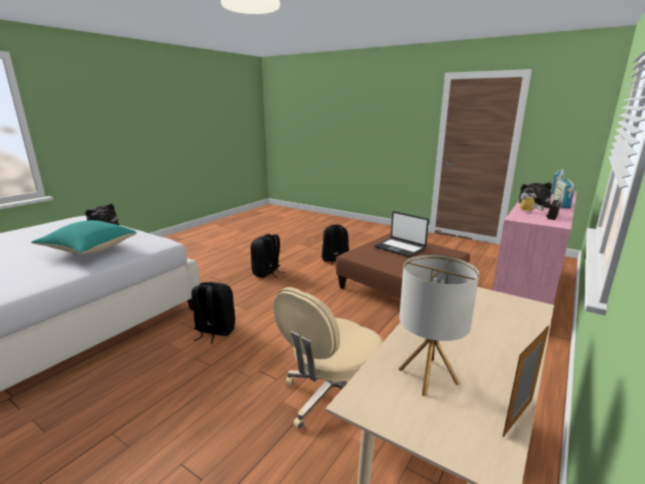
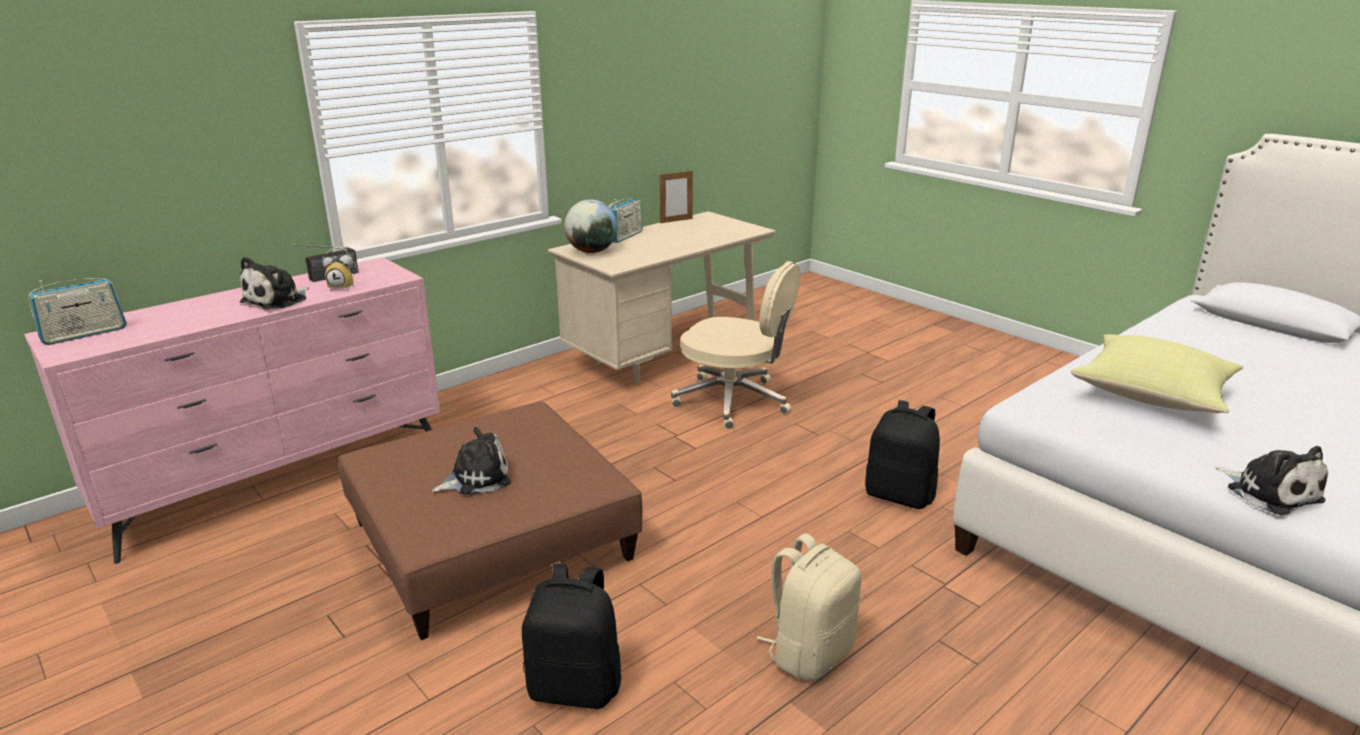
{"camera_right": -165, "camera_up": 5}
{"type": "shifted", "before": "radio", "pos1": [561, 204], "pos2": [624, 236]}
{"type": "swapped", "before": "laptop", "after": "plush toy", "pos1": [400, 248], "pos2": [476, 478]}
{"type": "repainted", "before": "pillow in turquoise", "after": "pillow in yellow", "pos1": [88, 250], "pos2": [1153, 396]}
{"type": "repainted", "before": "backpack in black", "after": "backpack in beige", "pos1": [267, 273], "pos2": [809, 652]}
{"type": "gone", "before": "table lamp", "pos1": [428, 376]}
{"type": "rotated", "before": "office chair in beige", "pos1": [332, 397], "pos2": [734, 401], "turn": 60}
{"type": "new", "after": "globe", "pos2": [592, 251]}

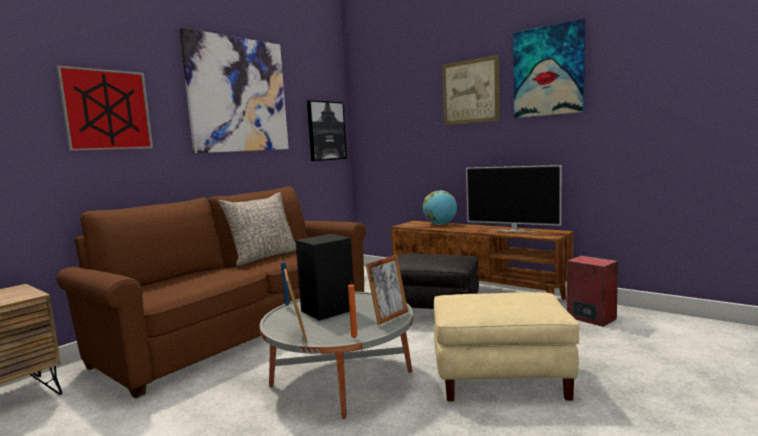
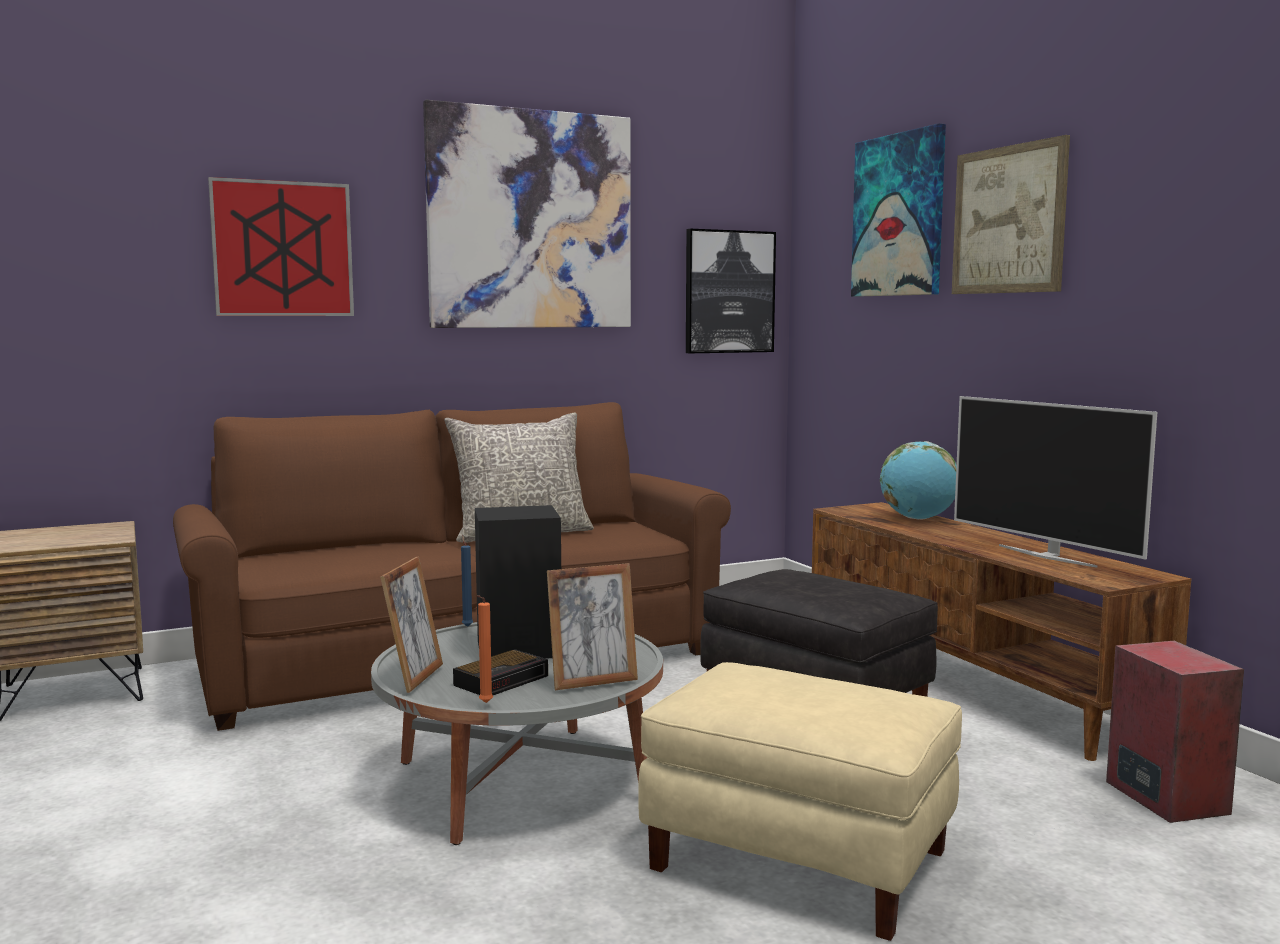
{"camera_right": 25, "camera_up": 0}
{"type": "shifted", "before": "picture", "pos1": [548, 71], "pos2": [899, 215]}
{"type": "new", "after": "alarm clock", "pos2": [503, 680]}

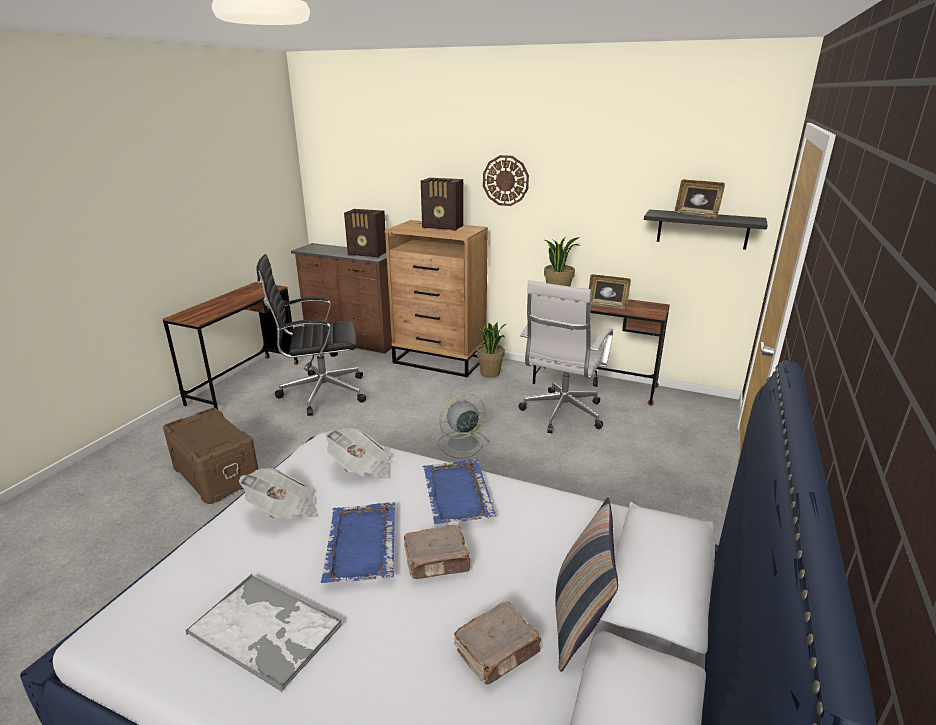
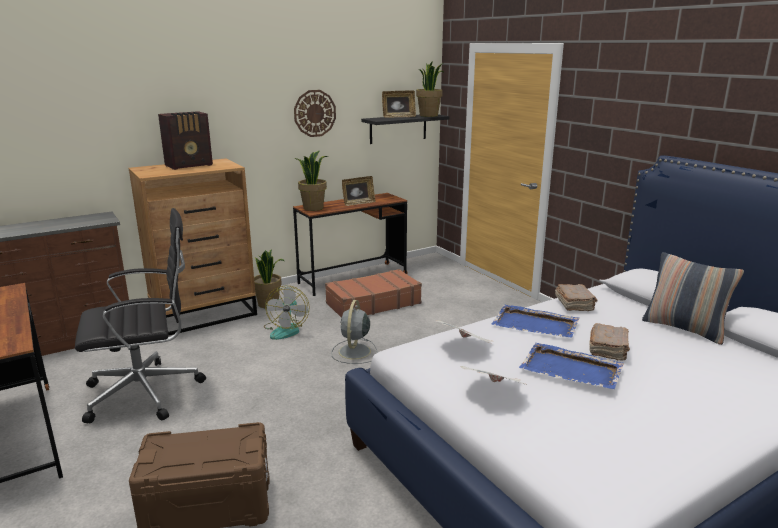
{"camera_right": -55, "camera_up": -5}
{"type": "shifted", "before": "wall clock", "pos1": [505, 180], "pos2": [314, 113]}
{"type": "gone", "before": "radio", "pos1": [367, 254]}
{"type": "rotated", "before": "office chair in black", "pos1": [320, 393], "pos2": [147, 392], "turn": -135}
{"type": "swapped", "before": "office chair in white", "after": "suitcase in brown", "pos1": [561, 415], "pos2": [373, 303]}
{"type": "gone", "before": "tray", "pos1": [266, 630]}
{"type": "shifted", "before": "book in brown", "pos1": [498, 651], "pos2": [574, 304]}
{"type": "new", "after": "potted plant", "pos2": [429, 115]}
{"type": "new", "after": "fan", "pos2": [286, 329]}

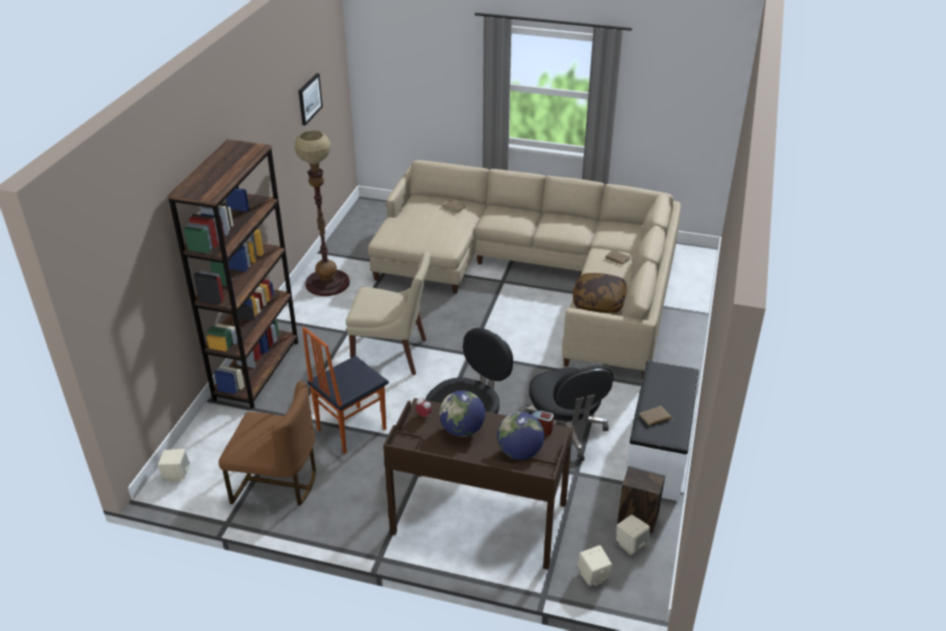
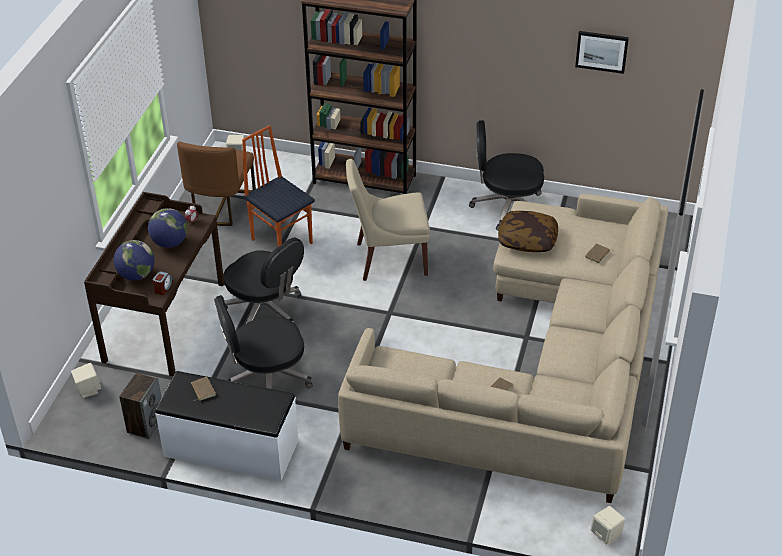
{"camera_right": 90, "camera_up": 5}
{"type": "swapped", "before": "floor lamp", "after": "office chair in black", "pos1": [327, 283], "pos2": [507, 207]}
{"type": "rotated", "before": "chair in beige", "pos1": [392, 354], "pos2": [388, 259], "turn": 75}
{"type": "shifted", "before": "pillow", "pos1": [599, 302], "pos2": [527, 240]}
{"type": "shifted", "before": "speaker in beige", "pos1": [631, 544], "pos2": [606, 535]}

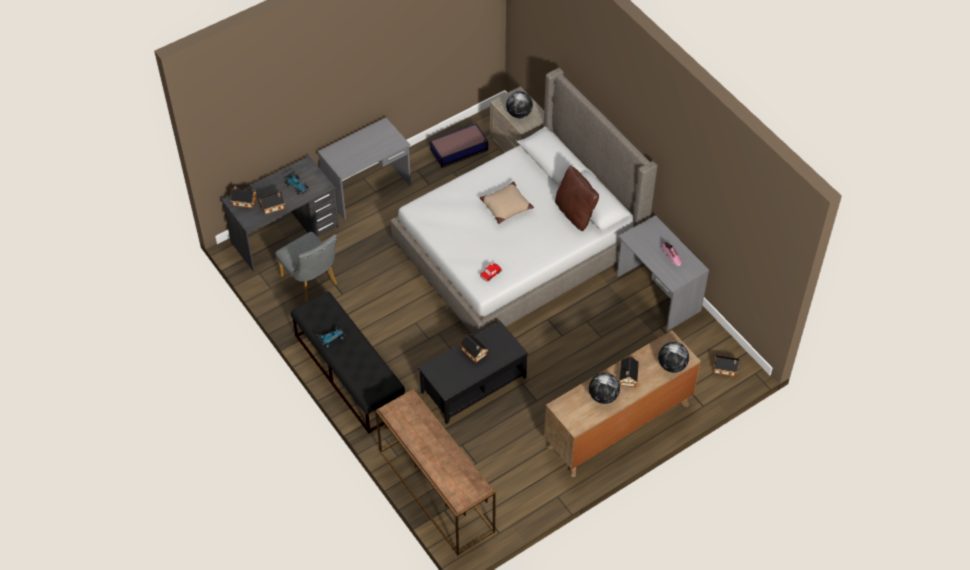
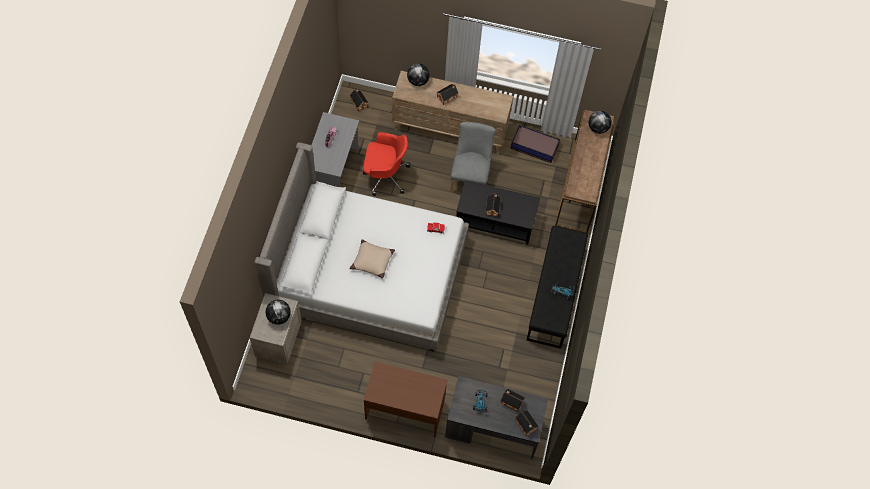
{"camera_right": -135, "camera_up": 10}
{"type": "repainted", "before": "desk in grey", "after": "desk in brown", "pos1": [368, 190], "pos2": [404, 409]}
{"type": "shifted", "before": "storage box", "pos1": [459, 150], "pos2": [534, 146]}
{"type": "gone", "before": "pillow in brown", "pos1": [575, 213]}
{"type": "shifted", "before": "chair in grey", "pos1": [312, 282], "pos2": [470, 176]}
{"type": "shifted", "before": "globe", "pos1": [603, 396], "pos2": [598, 128]}
{"type": "new", "after": "office chair in red", "pos2": [385, 175]}

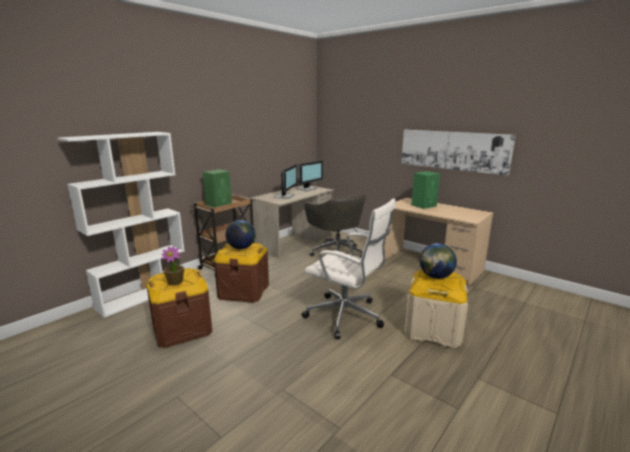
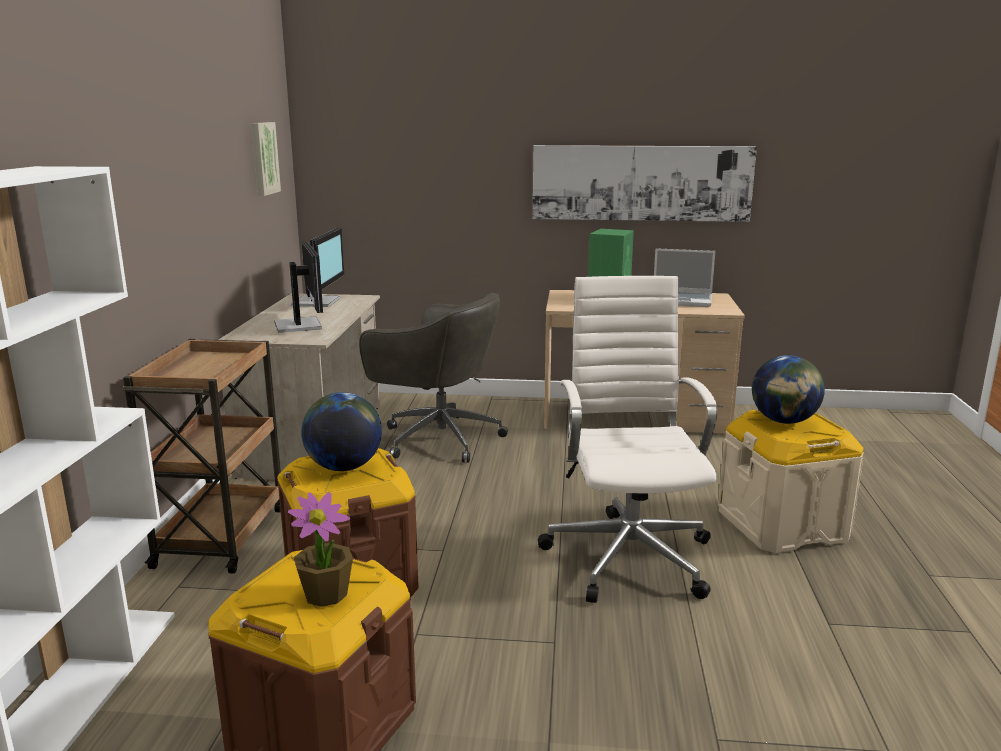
{"camera_right": -35, "camera_up": 0}
{"type": "gone", "before": "speaker in green", "pos1": [219, 205]}
{"type": "rotated", "before": "office chair in white", "pos1": [346, 316], "pos2": [629, 554], "turn": -90}
{"type": "new", "after": "picture", "pos2": [263, 158]}
{"type": "new", "after": "laptop", "pos2": [681, 300]}

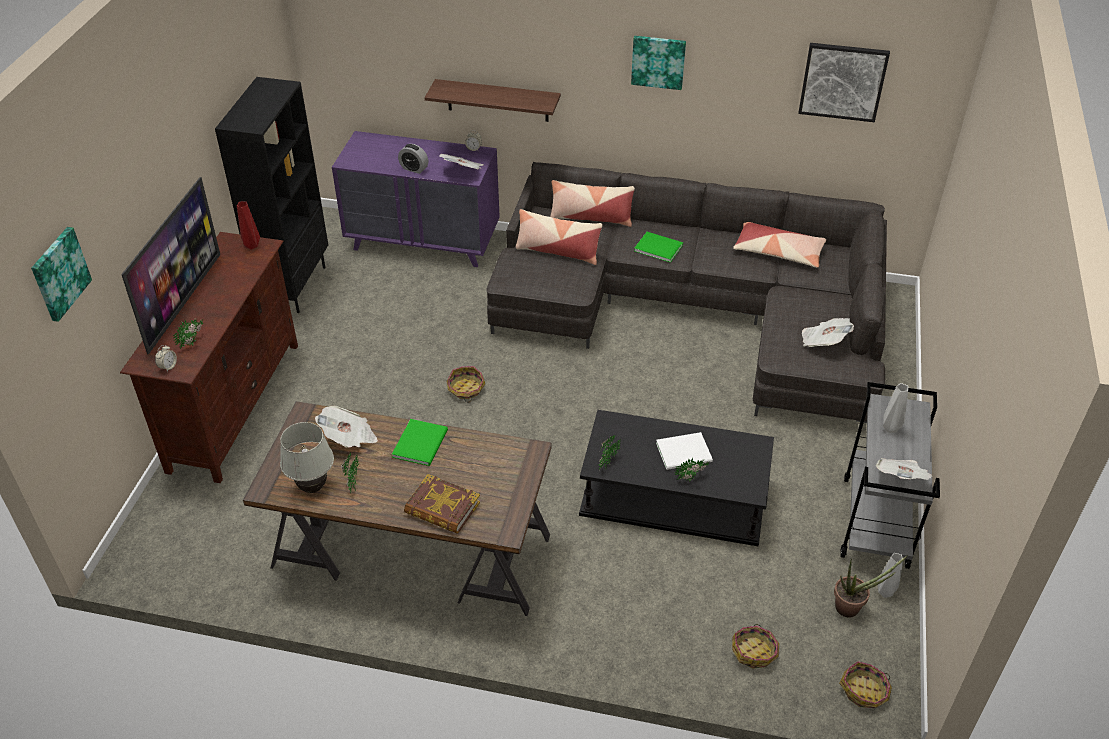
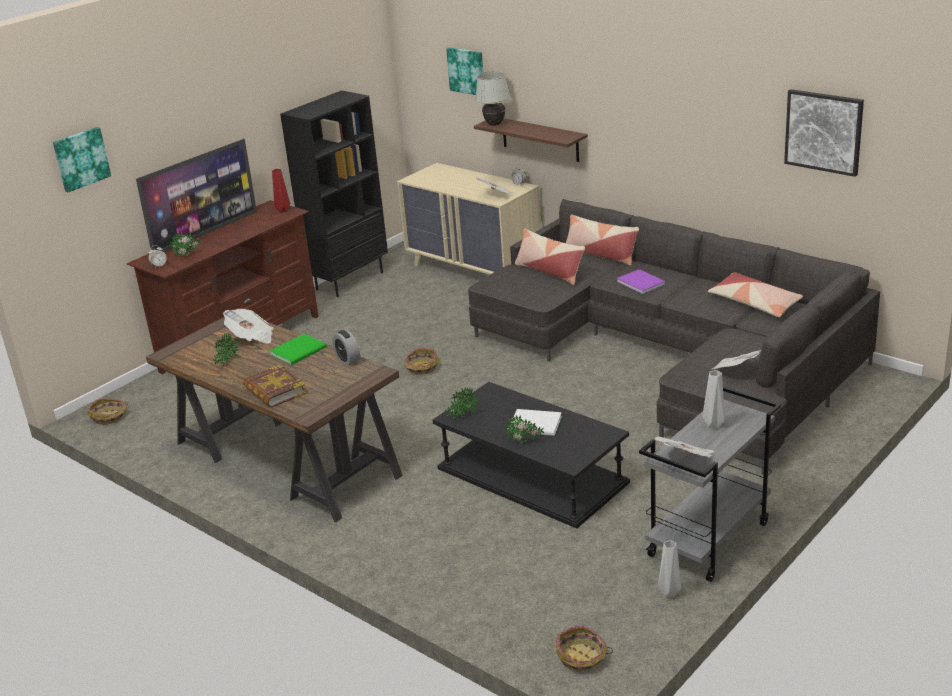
{"camera_right": 30, "camera_up": -15}
{"type": "shifted", "before": "picture", "pos1": [658, 61], "pos2": [467, 71]}
{"type": "repainted", "before": "dresser in purple", "after": "dresser in beige", "pos1": [424, 242], "pos2": [474, 269]}
{"type": "shifted", "before": "alarm clock", "pos1": [414, 168], "pos2": [347, 360]}
{"type": "repainted", "before": "book in green", "after": "book in purple", "pos1": [657, 247], "pos2": [641, 282]}
{"type": "shifted", "before": "table lamp in white", "pos1": [313, 487], "pos2": [494, 124]}
{"type": "gone", "before": "potted plant", "pos1": [852, 608]}
{"type": "shifted", "before": "basket", "pos1": [754, 651], "pos2": [109, 417]}

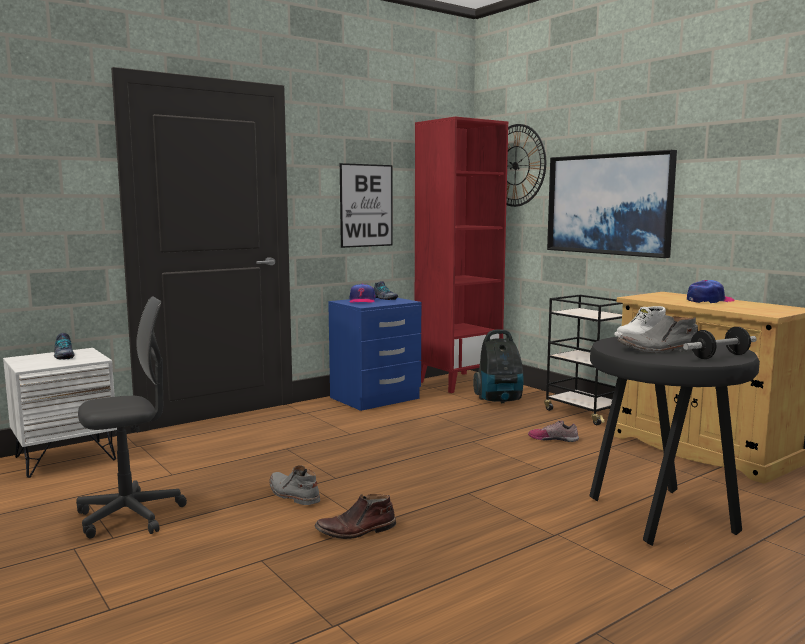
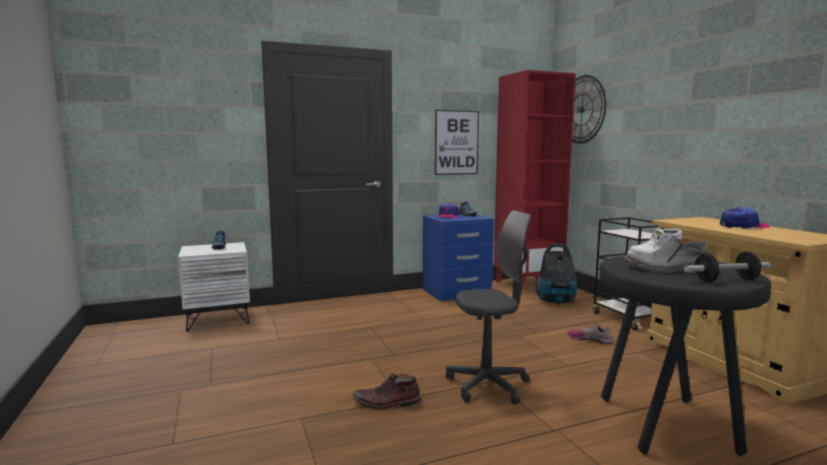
{"camera_right": 15, "camera_up": 0}
{"type": "gone", "before": "picture", "pos1": [609, 204]}
{"type": "shifted", "before": "office chair in grey", "pos1": [130, 516], "pos2": [487, 386]}
{"type": "gone", "before": "boot in grey", "pos1": [293, 495]}

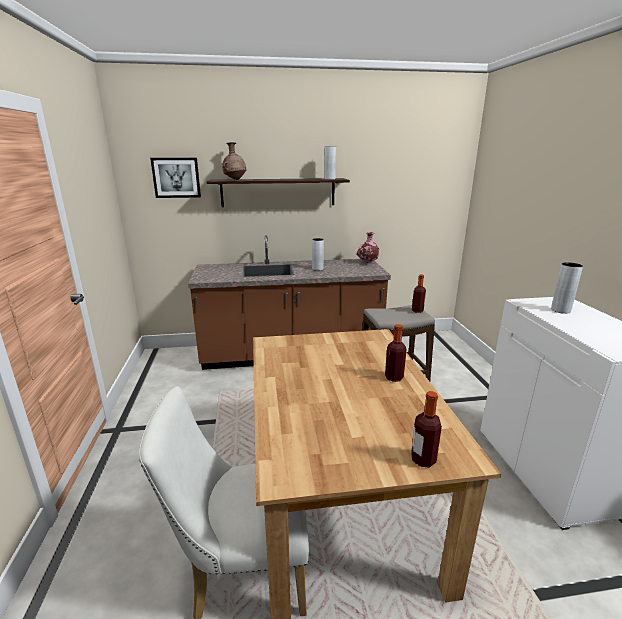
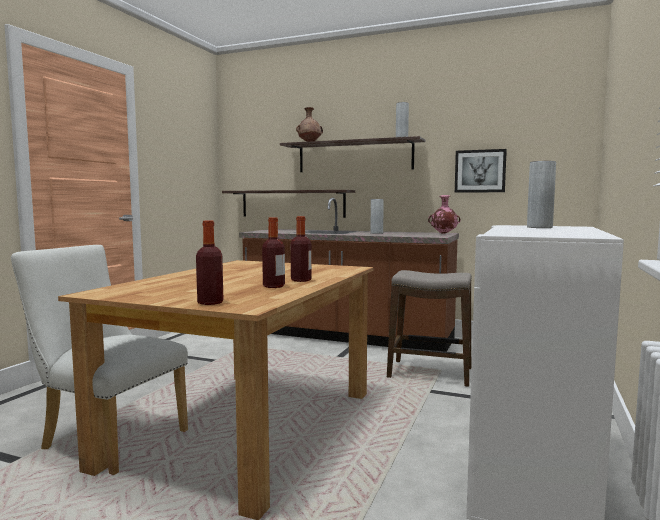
{"camera_right": 30, "camera_up": -15}
{"type": "shifted", "before": "picture", "pos1": [176, 177], "pos2": [480, 171]}
{"type": "shifted", "before": "bottle", "pos1": [417, 310], "pos2": [274, 286]}
{"type": "new", "after": "shelf", "pos2": [292, 203]}

